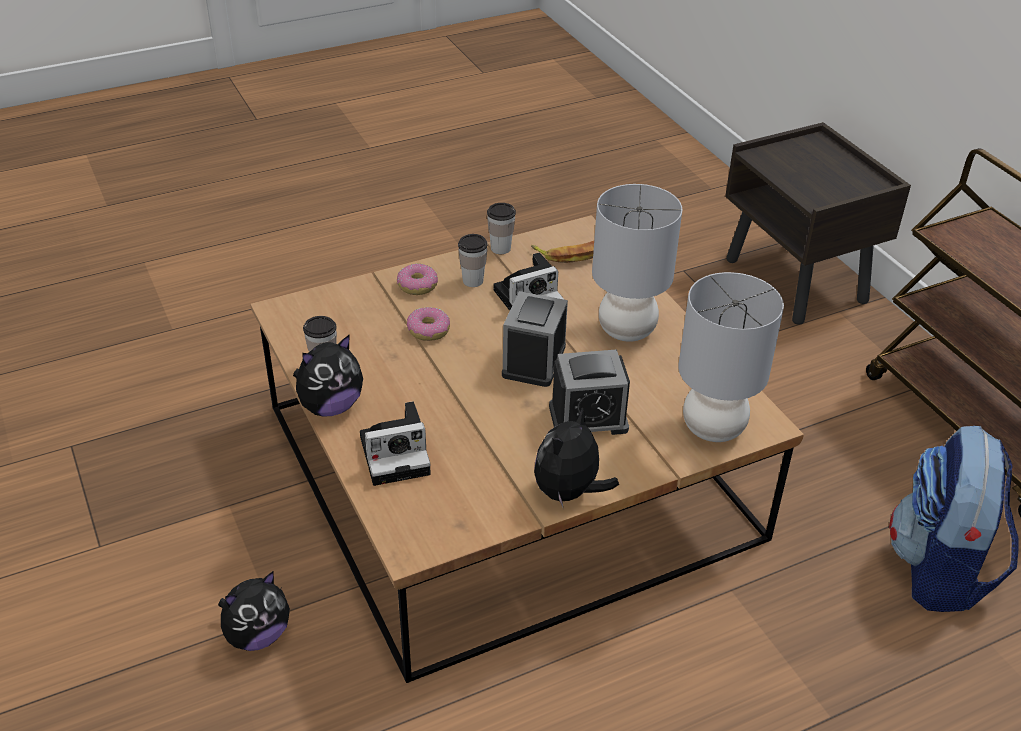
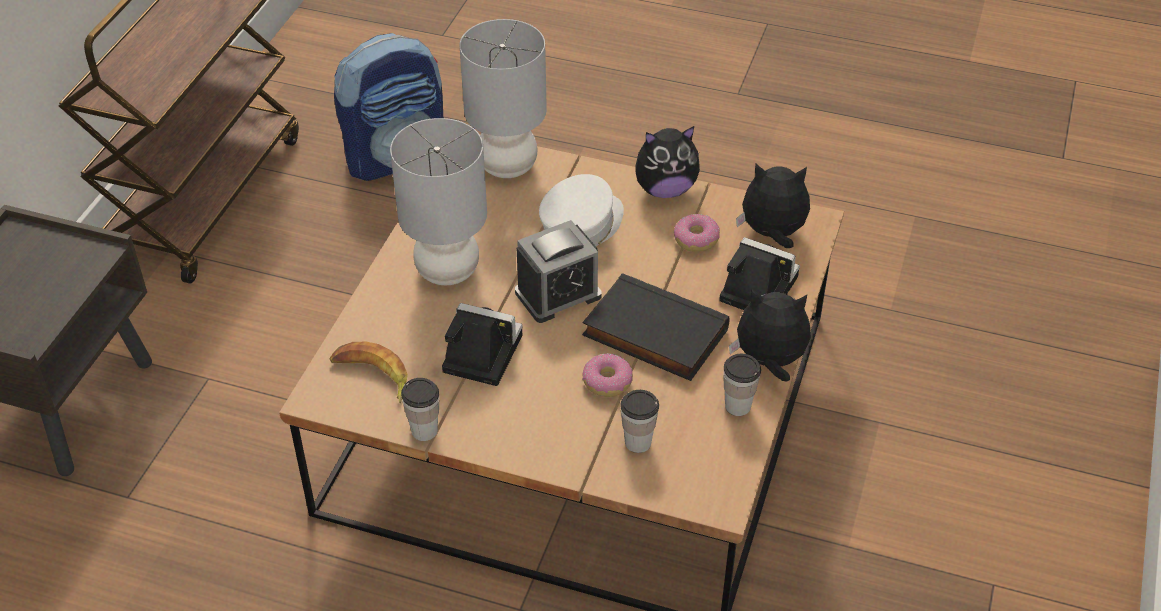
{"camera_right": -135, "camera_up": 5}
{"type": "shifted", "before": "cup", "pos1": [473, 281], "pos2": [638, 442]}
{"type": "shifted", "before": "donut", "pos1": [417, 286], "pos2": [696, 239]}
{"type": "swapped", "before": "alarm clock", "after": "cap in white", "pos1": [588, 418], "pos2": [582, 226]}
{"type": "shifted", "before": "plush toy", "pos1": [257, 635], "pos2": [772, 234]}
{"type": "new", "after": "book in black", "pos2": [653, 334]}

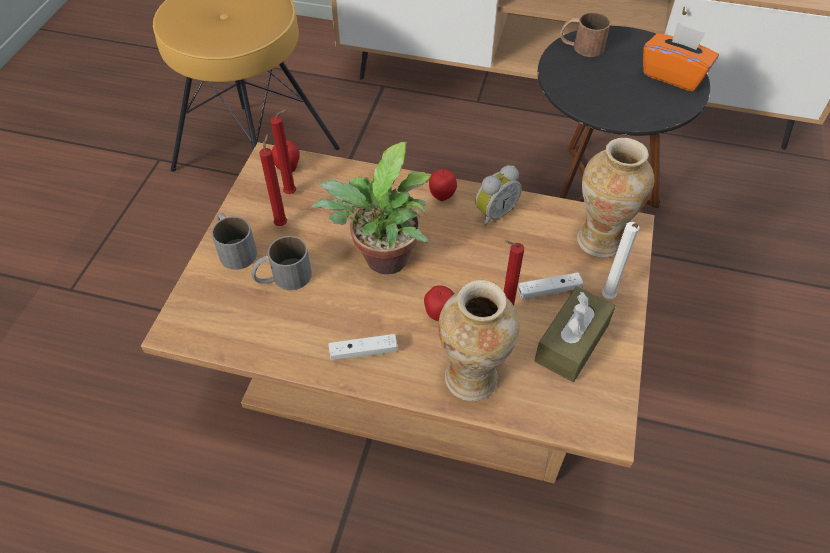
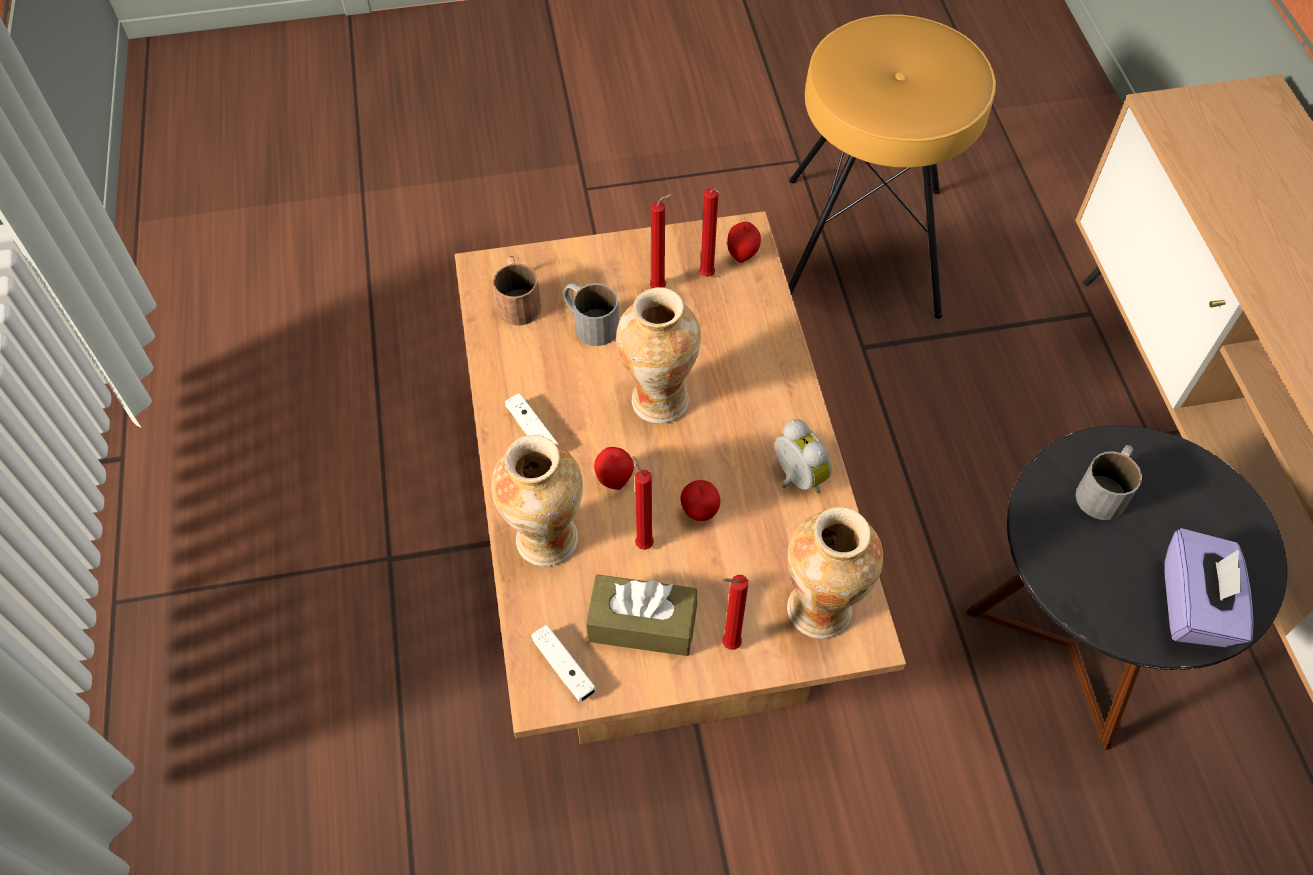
{"camera_right": 65, "camera_up": 5}
{"type": "shifted", "before": "mug in brown", "pos1": [581, 46], "pos2": [517, 299]}
{"type": "repainted", "before": "tissue box in orange", "after": "tissue box in purple", "pos1": [673, 75], "pos2": [1195, 606]}
{"type": "swapped", "before": "potted plant", "after": "vase", "pos1": [383, 262], "pos2": [658, 399]}
{"type": "rotated", "before": "alarm clock", "pos1": [493, 213], "pos2": [796, 479], "turn": -150}
{"type": "shifted", "before": "apple", "pos1": [442, 197], "pos2": [699, 513]}
{"type": "shifted", "before": "mug in grey", "pos1": [234, 248], "pos2": [1105, 489]}
{"type": "repainted", "before": "candle in white", "after": "candle in red", "pos1": [607, 299], "pos2": [728, 644]}
{"type": "shifted", "before": "game controller in white", "pos1": [549, 291], "pos2": [564, 667]}

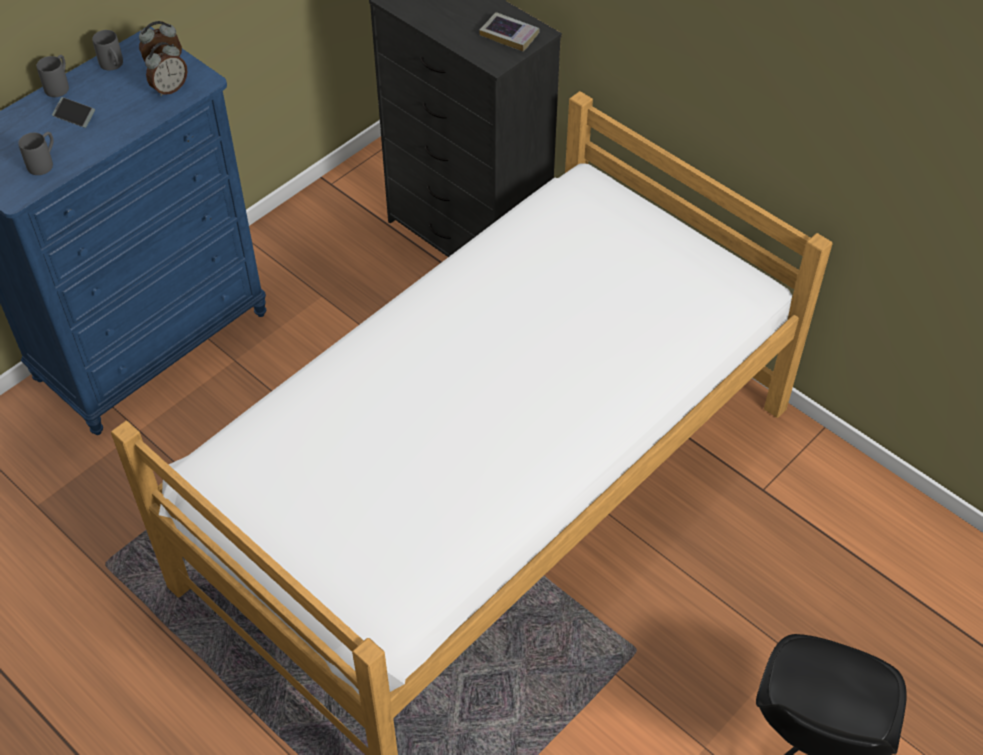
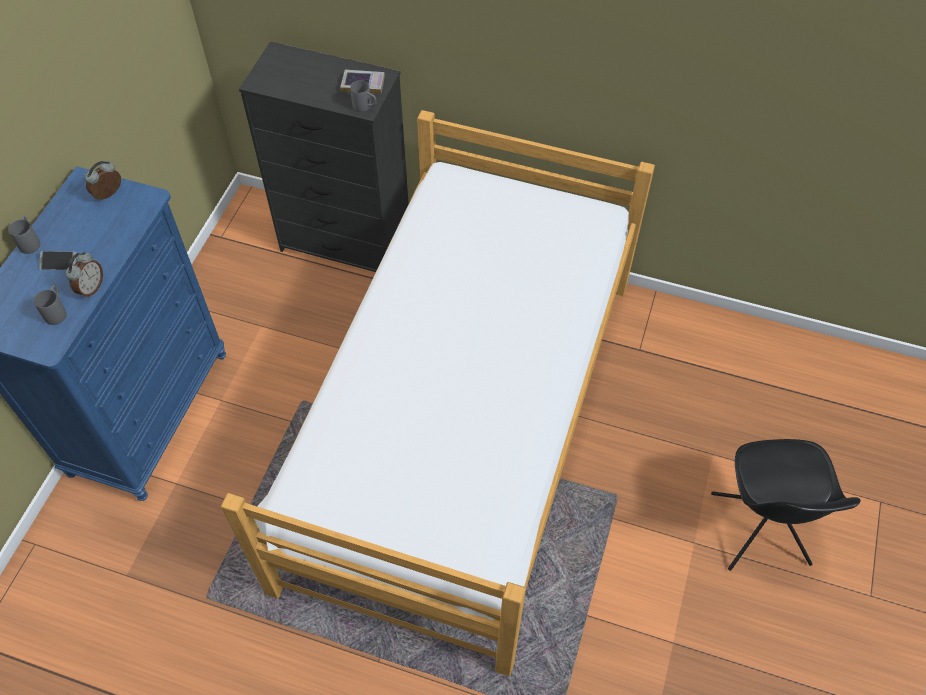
{"camera_right": -25, "camera_up": 5}
{"type": "shifted", "before": "mug in grey", "pos1": [113, 66], "pos2": [365, 107]}
{"type": "shifted", "before": "alarm clock", "pos1": [169, 88], "pos2": [91, 288]}

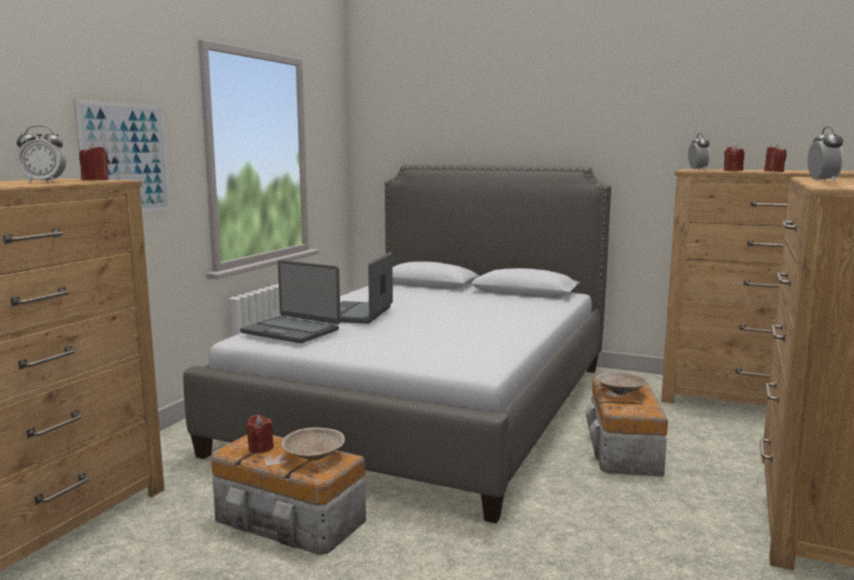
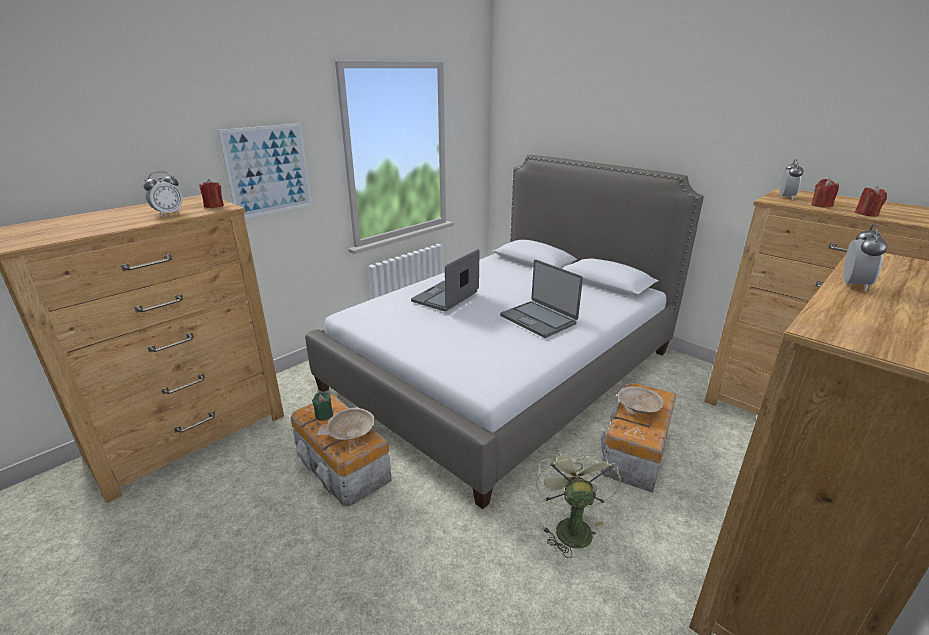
{"camera_right": 20, "camera_up": 15}
{"type": "rotated", "before": "alarm clock", "pos1": [44, 182], "pos2": [168, 213], "turn": -60}
{"type": "shifted", "before": "laptop", "pos1": [291, 331], "pos2": [538, 319]}
{"type": "repainted", "before": "candle in red", "after": "candle in green", "pos1": [260, 448], "pos2": [324, 415]}
{"type": "new", "after": "fan in green", "pos2": [570, 526]}

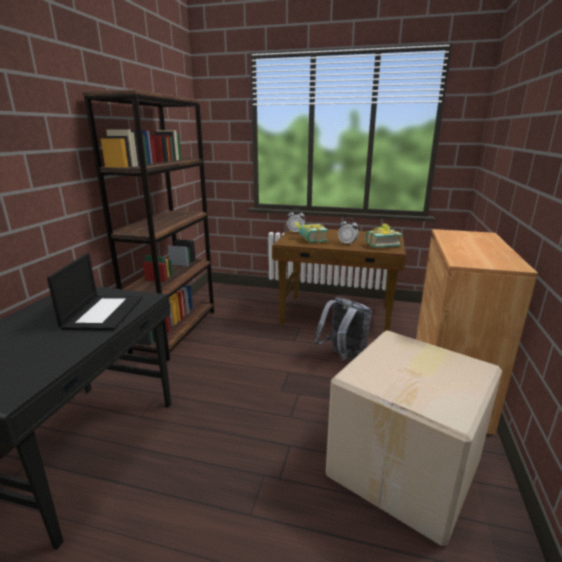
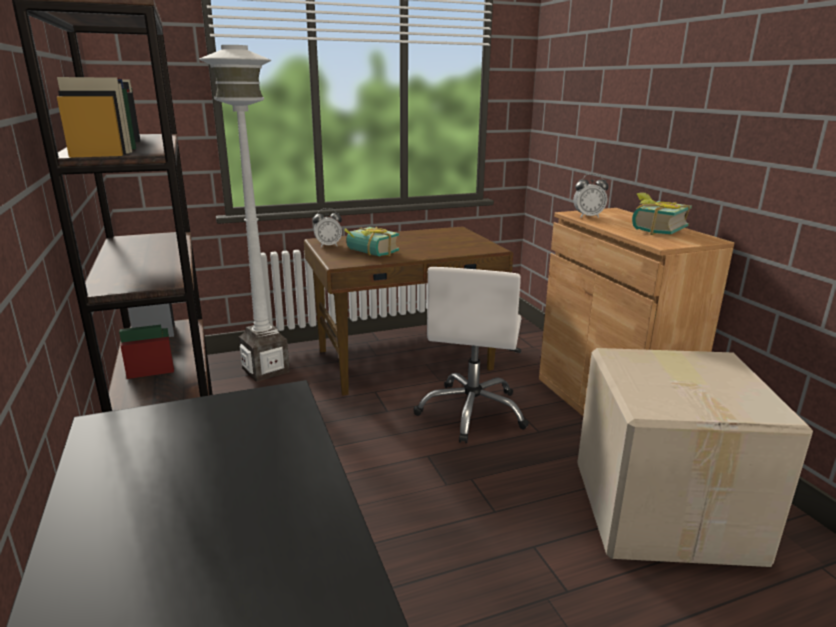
{"camera_right": -35, "camera_up": 0}
{"type": "shifted", "before": "alarm clock", "pos1": [347, 243], "pos2": [588, 216]}
{"type": "shifted", "before": "book", "pos1": [381, 244], "pos2": [653, 229]}
{"type": "gone", "before": "laptop", "pos1": [103, 312]}
{"type": "swapped", "before": "backpack in grey", "after": "office chair in white", "pos1": [343, 358], "pos2": [472, 412]}
{"type": "new", "after": "floor lamp in white", "pos2": [265, 369]}

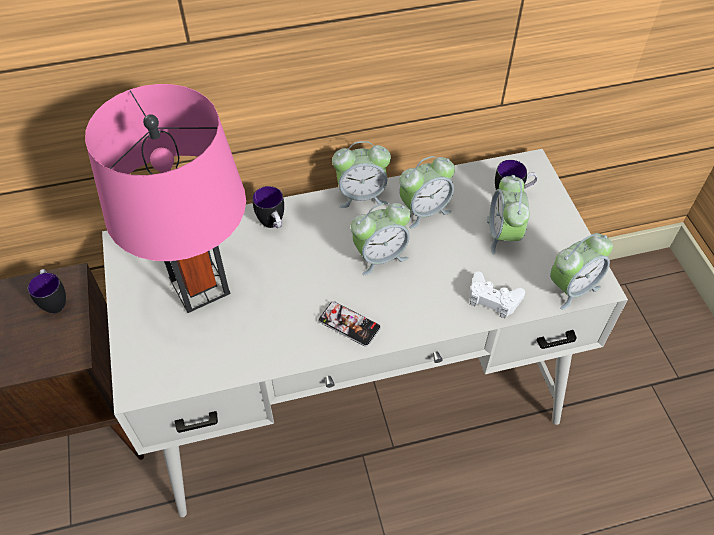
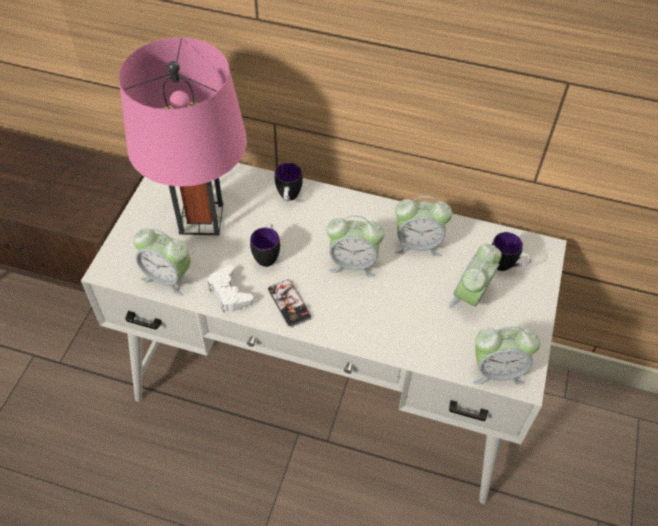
{"camera_right": 30, "camera_up": 0}
{"type": "shifted", "before": "alarm clock", "pos1": [361, 195], "pos2": [168, 277]}
{"type": "shifted", "before": "mug", "pos1": [54, 301], "pos2": [267, 255]}
{"type": "shifted", "before": "game controller in white", "pos1": [493, 298], "pos2": [229, 293]}

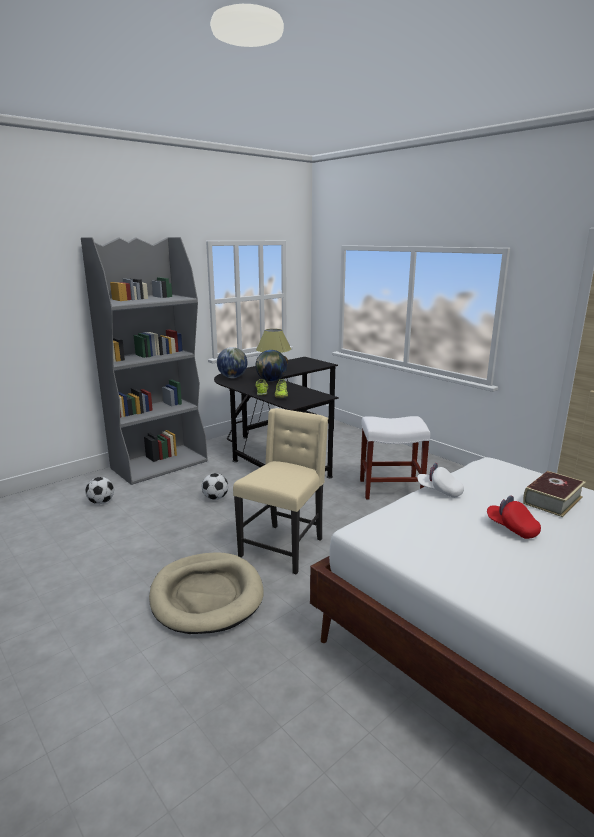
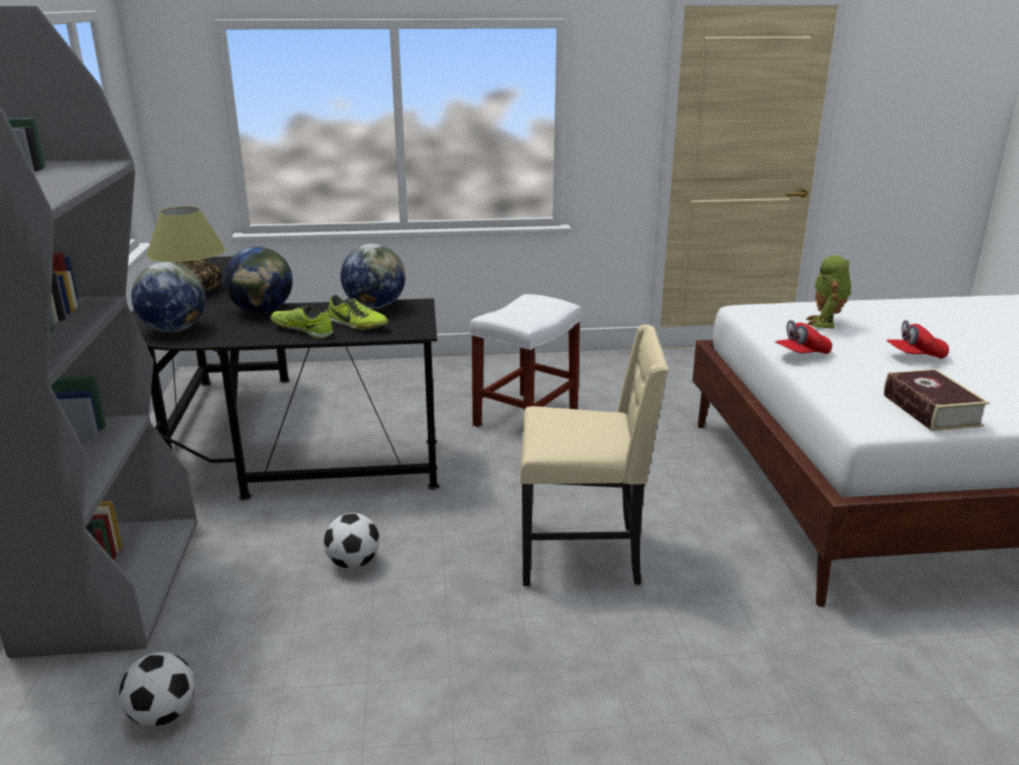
{"camera_right": -55, "camera_up": 5}
{"type": "rotated", "before": "chair in beige", "pos1": [283, 547], "pos2": [583, 554], "turn": 120}
{"type": "repainted", "before": "cap in white", "after": "cap in red", "pos1": [439, 491], "pos2": [801, 354]}
{"type": "shifted", "before": "book", "pos1": [552, 500], "pos2": [931, 410]}
{"type": "gone", "before": "dog bed in beige", "pos1": [207, 596]}
{"type": "new", "after": "globe", "pos2": [375, 307]}
{"type": "new", "after": "toy robot", "pos2": [826, 323]}

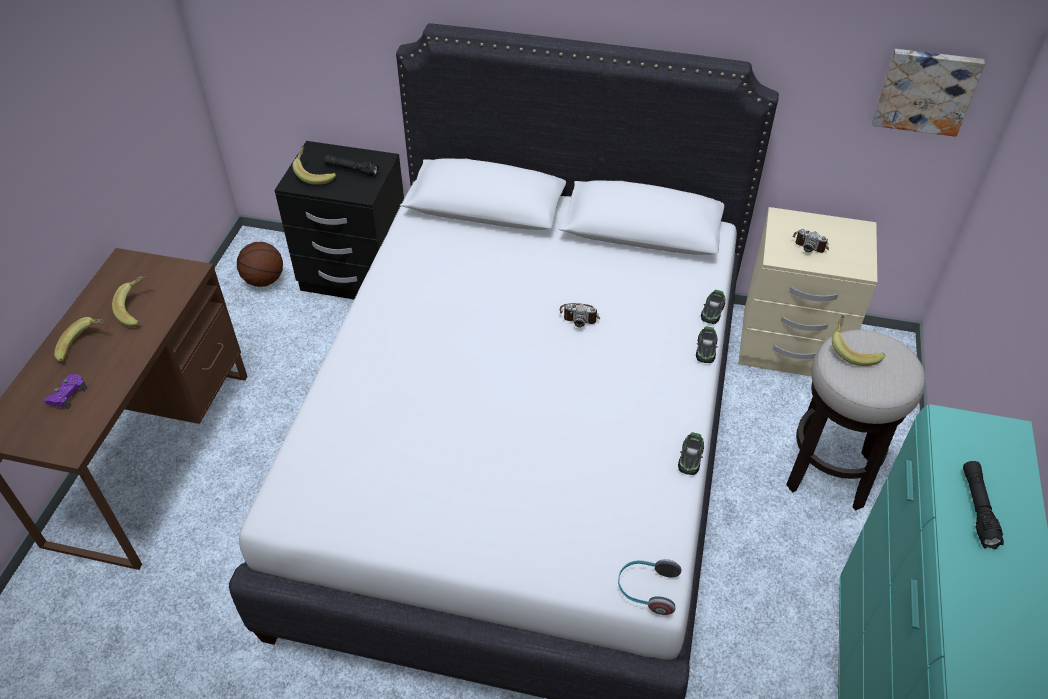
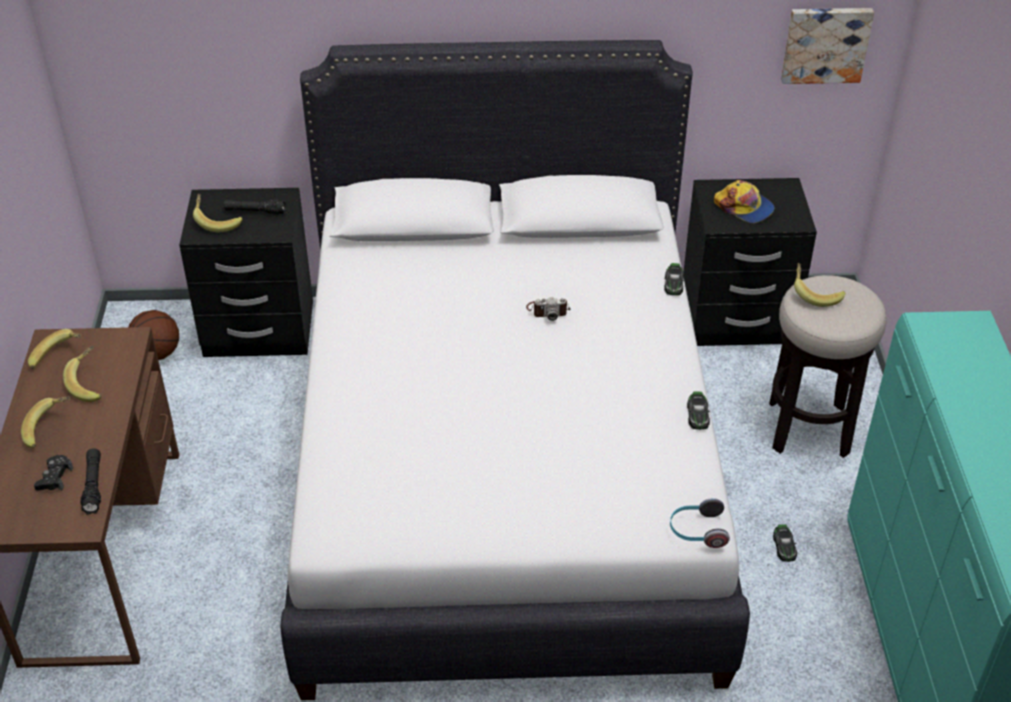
{"camera_right": -15, "camera_up": -5}
{"type": "repainted", "before": "nightstand in beige", "after": "nightstand in black", "pos1": [790, 346], "pos2": [736, 320]}
{"type": "swapped", "before": "photo camera", "after": "cap", "pos1": [810, 243], "pos2": [744, 207]}
{"type": "shifted", "before": "toy car", "pos1": [706, 348], "pos2": [784, 546]}
{"type": "repainted", "before": "game controller in purple", "after": "game controller in black", "pos1": [67, 395], "pos2": [54, 477]}
{"type": "shifted", "before": "flashlight in black", "pos1": [978, 509], "pos2": [93, 486]}
{"type": "new", "after": "banana", "pos2": [59, 358]}

